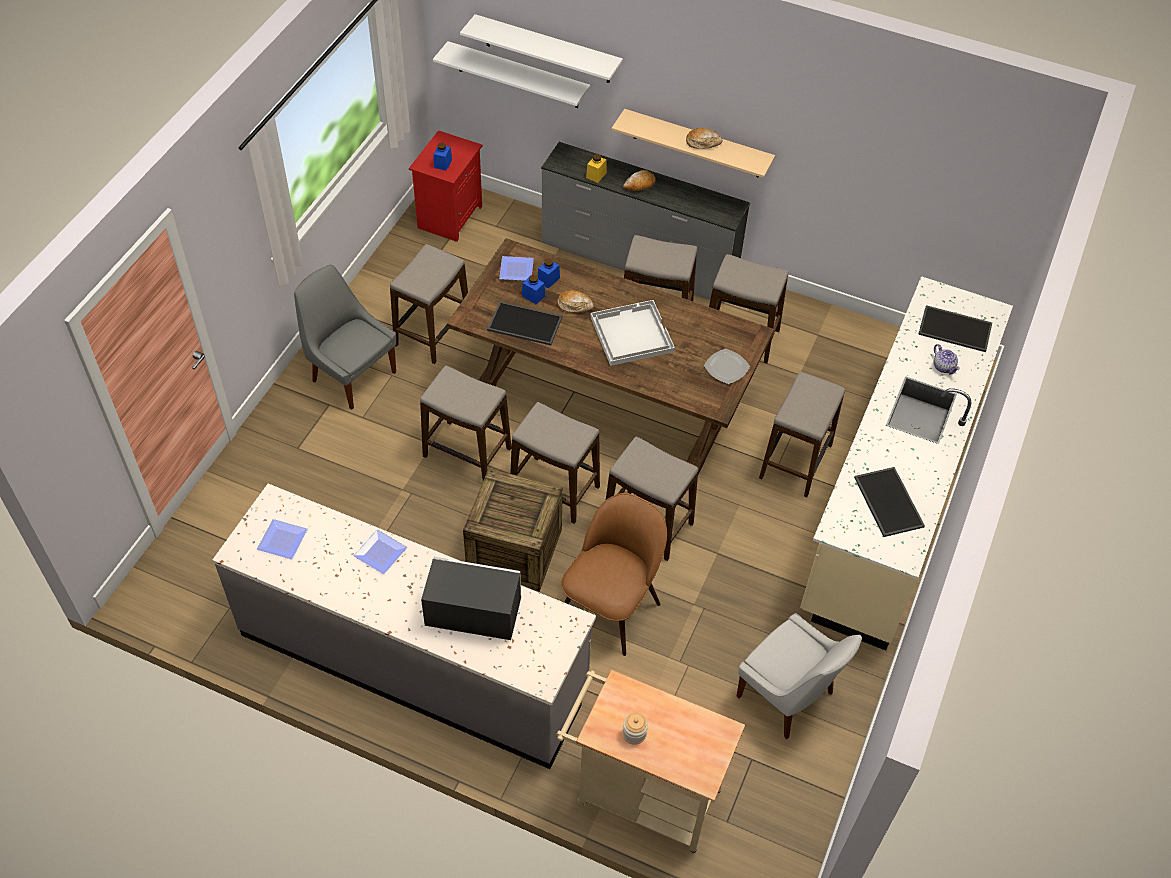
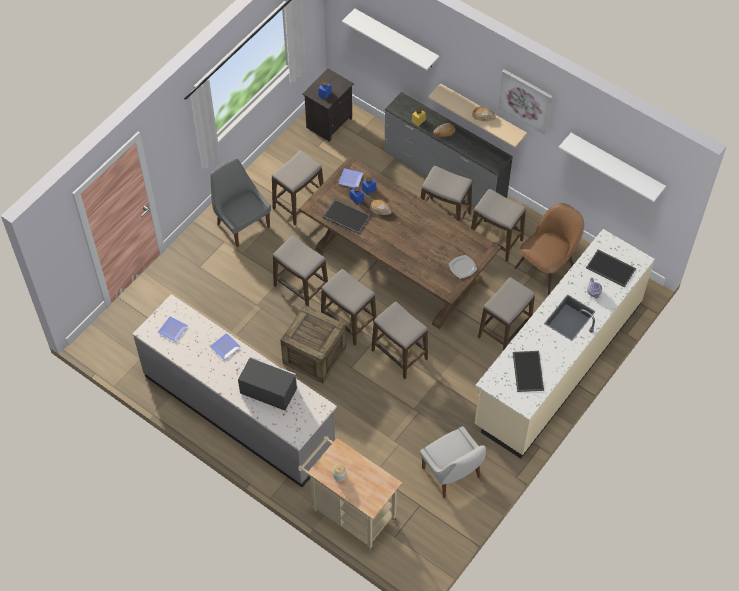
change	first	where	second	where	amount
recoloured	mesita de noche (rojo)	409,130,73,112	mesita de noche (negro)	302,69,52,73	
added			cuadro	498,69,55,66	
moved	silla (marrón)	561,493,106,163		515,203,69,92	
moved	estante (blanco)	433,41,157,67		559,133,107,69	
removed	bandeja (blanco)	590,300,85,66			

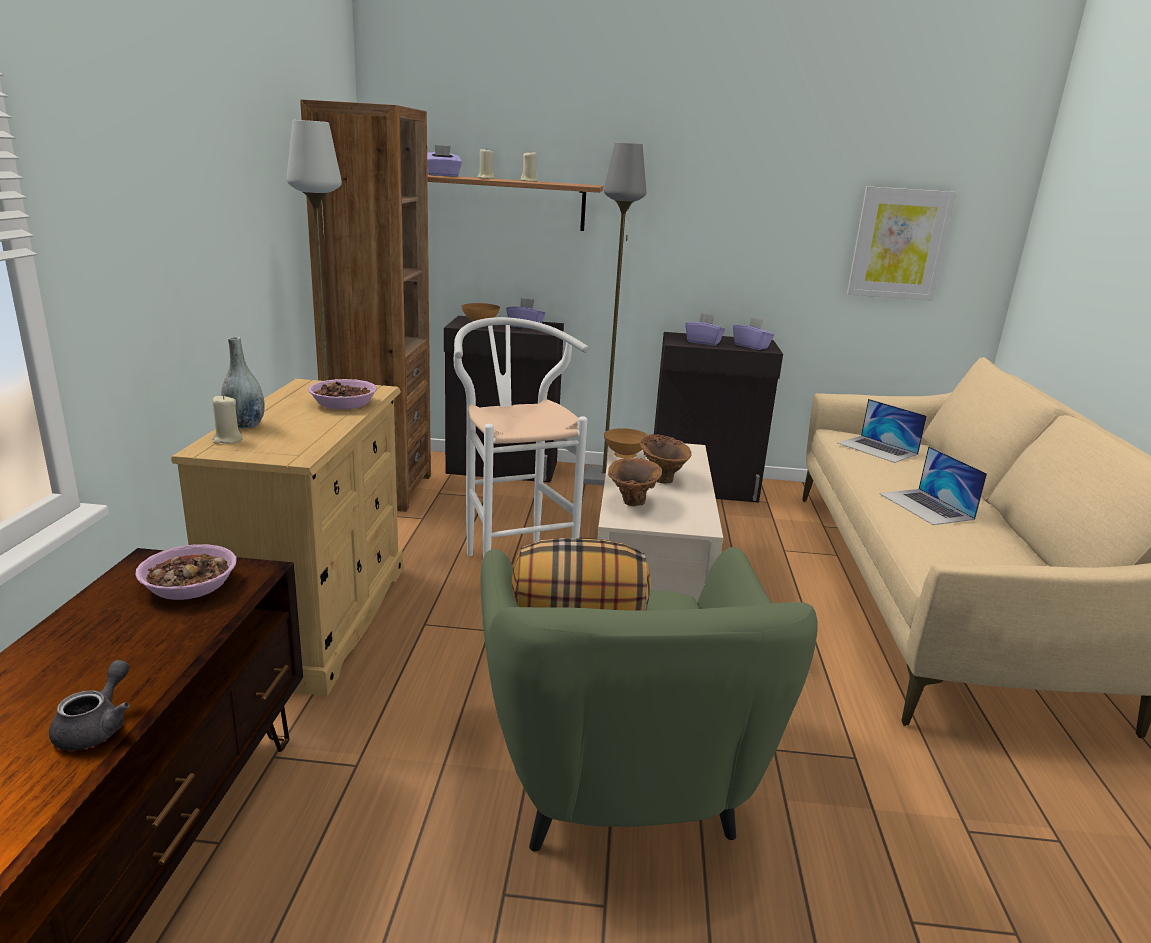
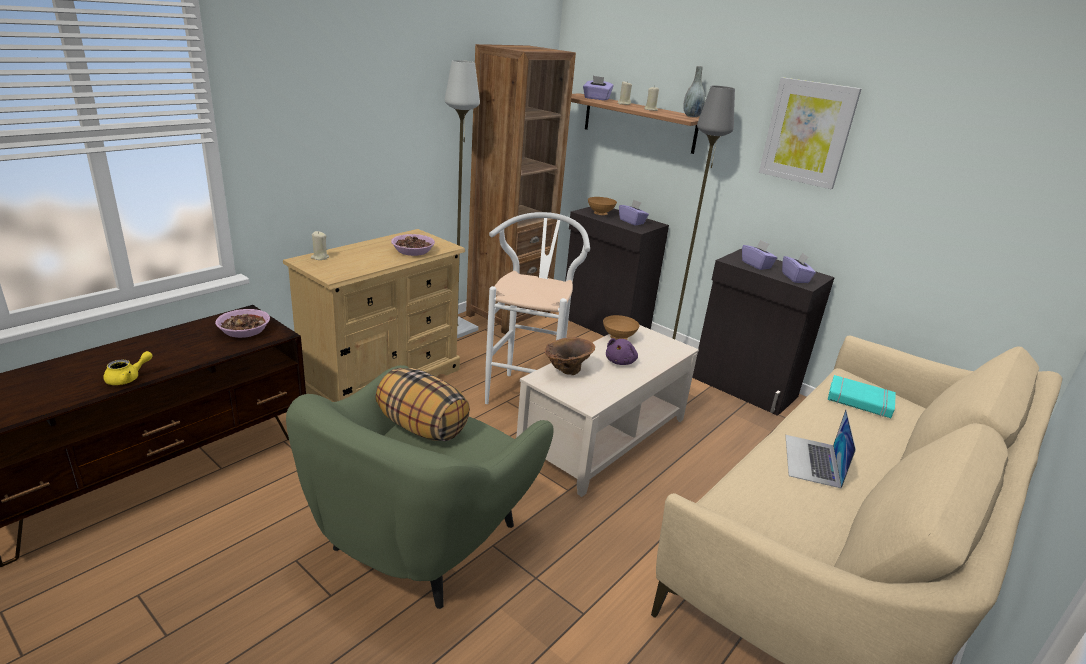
change	first	where	second	where	amount
recoloured	tetera (gris)	49,660,81,90	tetera (amarillo)	104,351,49,34	
replaced	florero (marrón)	640,434,52,50	peluche (morado)	606,338,32,27	
moved	florero (gris)	221,337,44,92		683,66,22,51	
moved	cuadro	847,186,110,115		759,77,102,112	
replaced	portátil	838,399,89,64	libro (turquesa)	828,375,68,43	

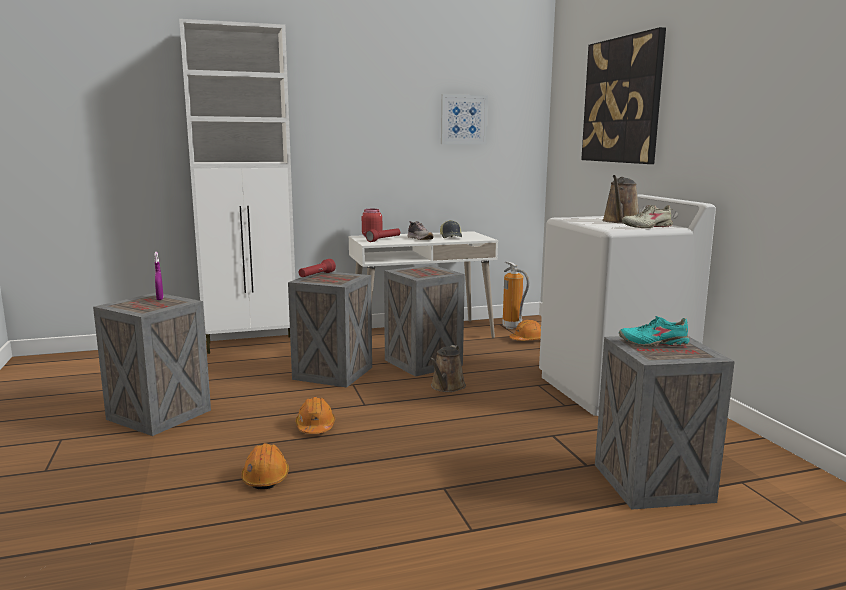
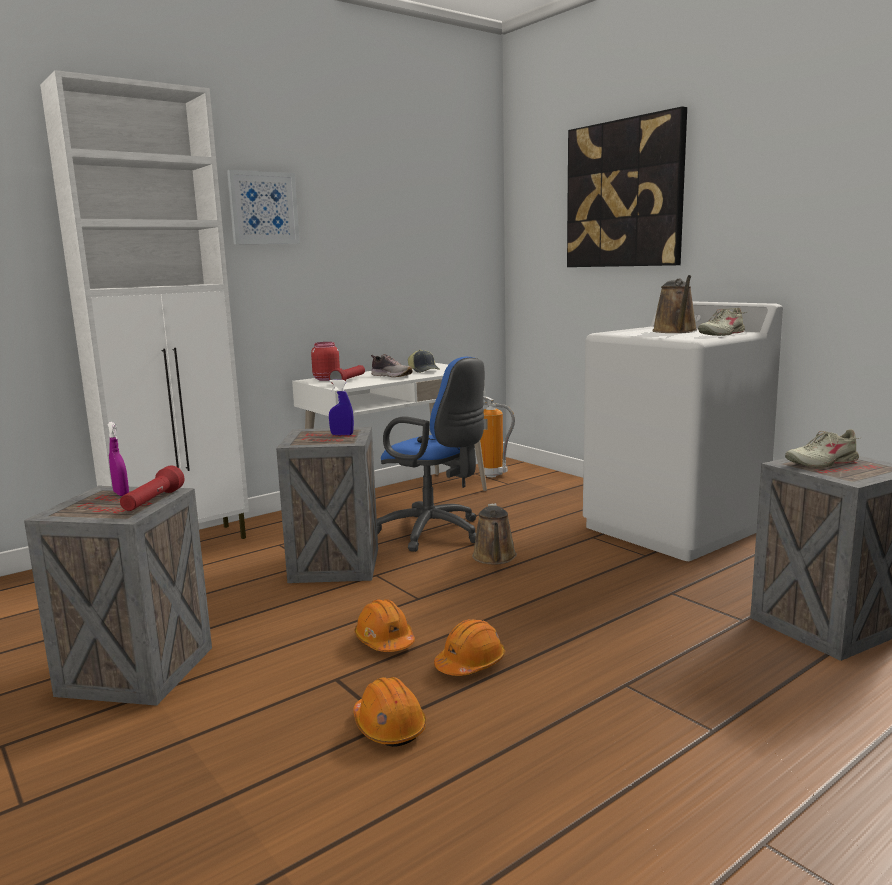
change	first	where	second	where	amount
moved	linterna (rojo)	299,259,37,18		120,465,64,46	
moved	cuadro	441,94,47,51		227,170,73,74	
added			pulverizador (azul)	329,380,25,55	
replaced	caja de embalaje	384,265,81,112	silla de oficina (azul)	377,357,108,195	
moved	casco (naranja)	509,320,32,21		434,619,71,57	
recoloured	zapato (turquesa)	619,316,71,31	zapato (beis)	785,429,74,39	

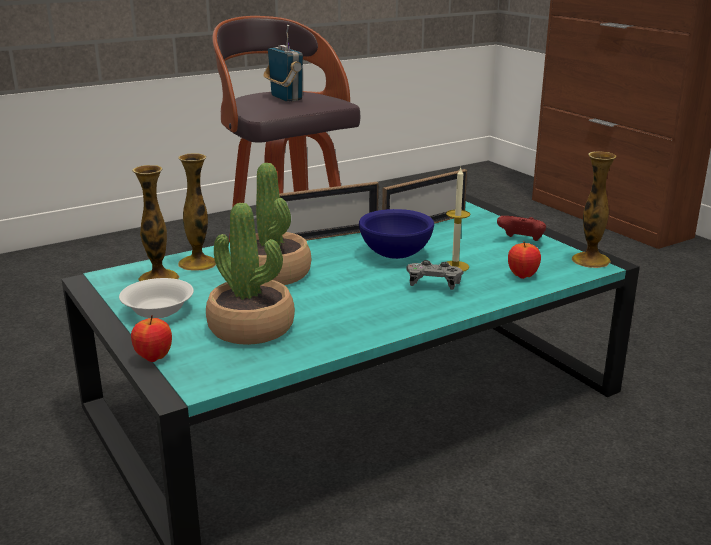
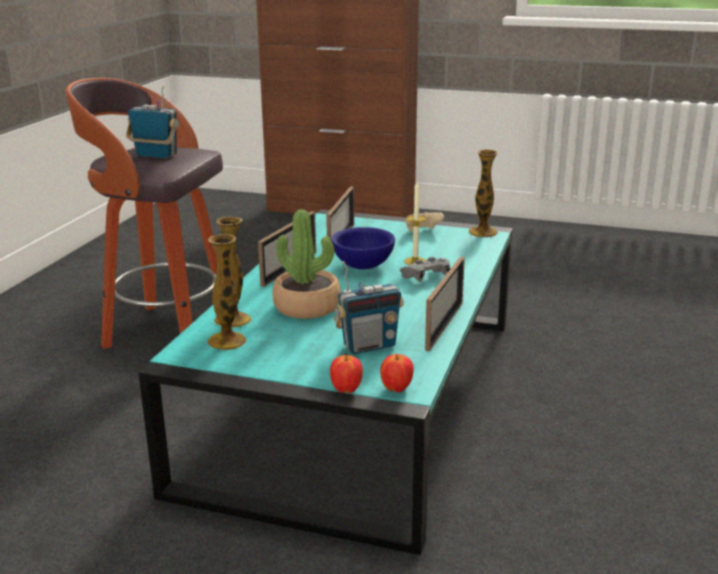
change	first	where	second	where	amount
replaced	planta en maceta	206,203,89,142	radio	334,261,70,93	
moved	manzana	508,242,33,37		380,354,34,39	
recoloured	mando de consola (rojo)	497,216,49,25	mando de consola (beis)	405,212,39,20	
added			portarretratos	425,257,40,94	
removed	cuenco (blanco)	119,278,75,41			

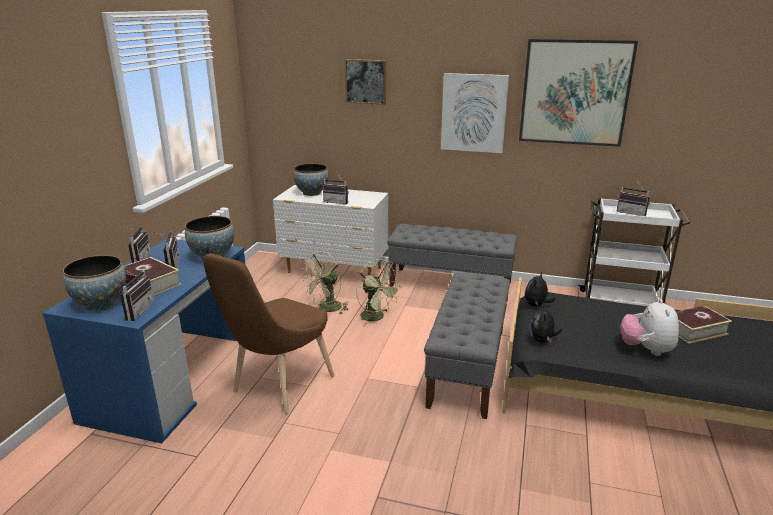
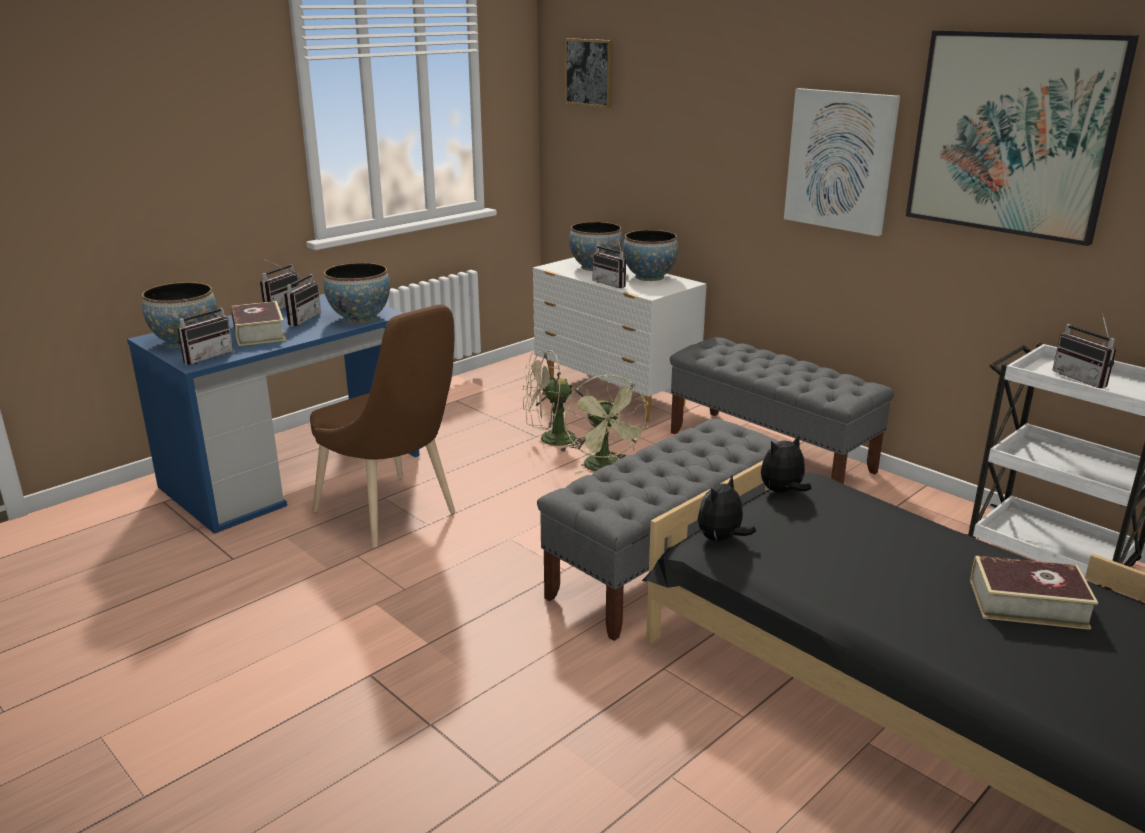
change	first	where	second	where	amount
turned	silla (marrón)	203,253,132,161		310,305,145,243	105 degrees counterclockwise
moved	cuadro	344,59,42,46		565,38,48,70	
added			cuenco	623,230,55,51	
removed	peluche	620,299,59,57			

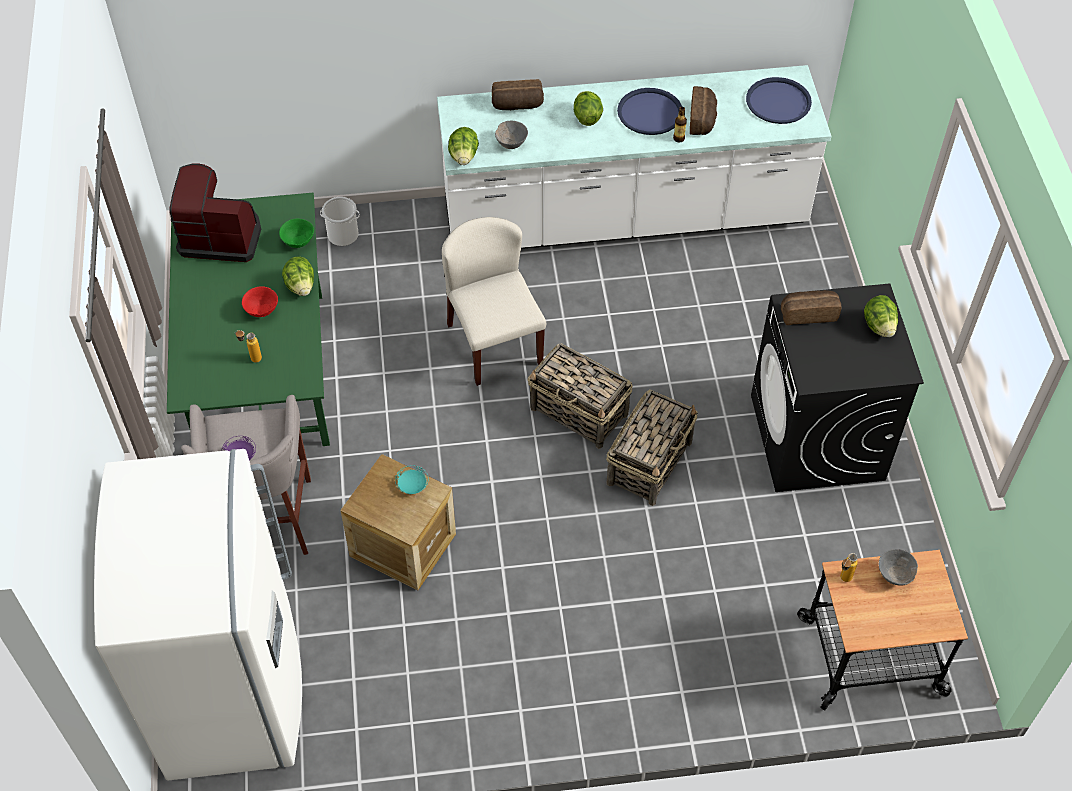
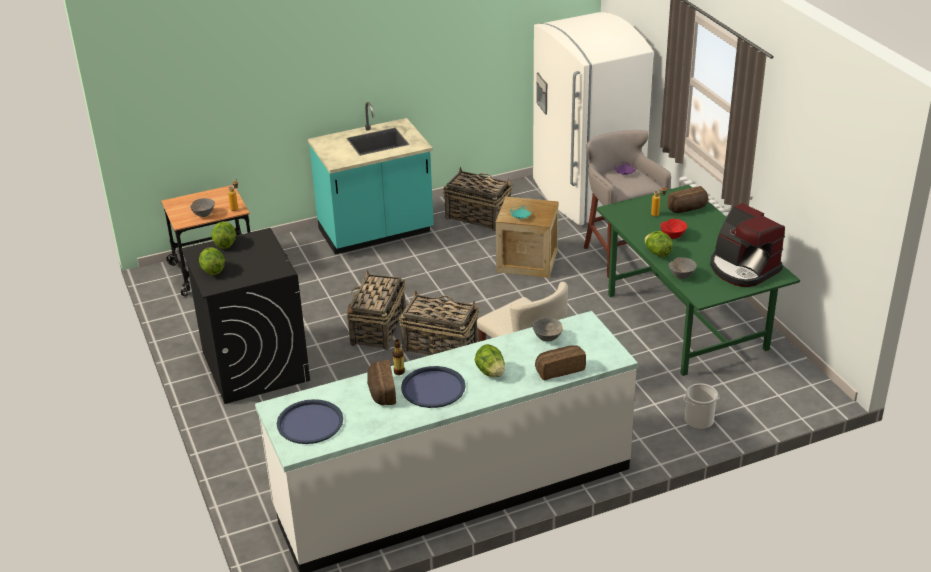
change	first	where	second	where	amount
moved	lechuga	448,127,31,38		211,222,25,27	
added			mueble bajo de cocina (turquesa)	308,102,126,152	
added			cesta	443,167,69,64	
moved	pan	781,290,61,35		667,186,41,27	
recoloured	cuenco (verde)	279,219,35,29	cuenco (gris)	669,257,28,22	
turned	cafetera	169,163,92,99		710,203,75,84	60 degrees clockwise

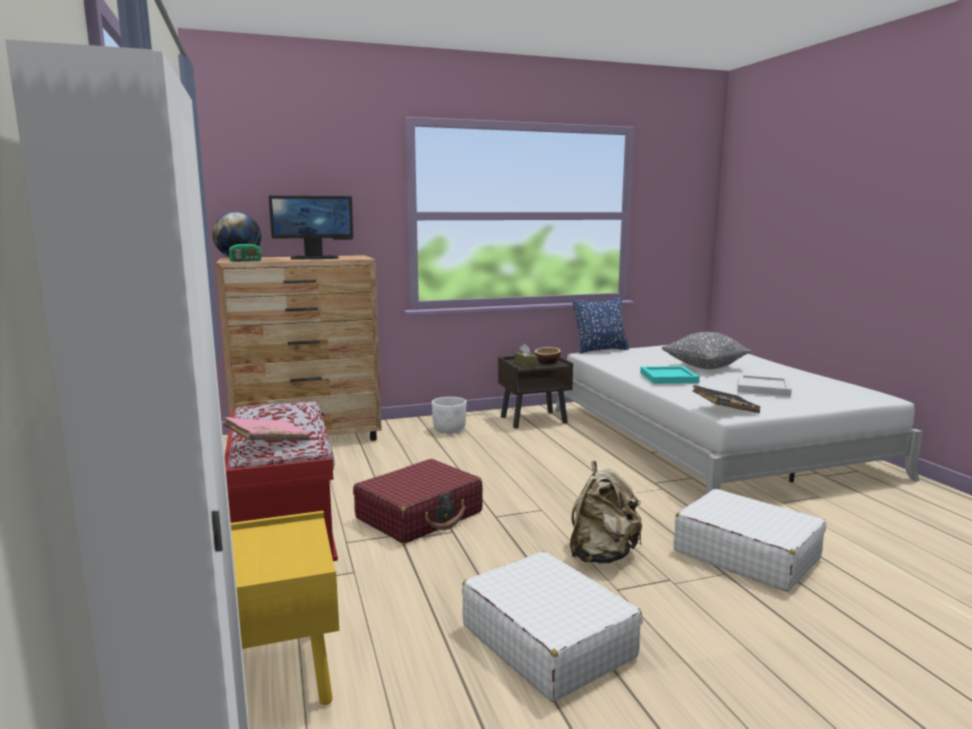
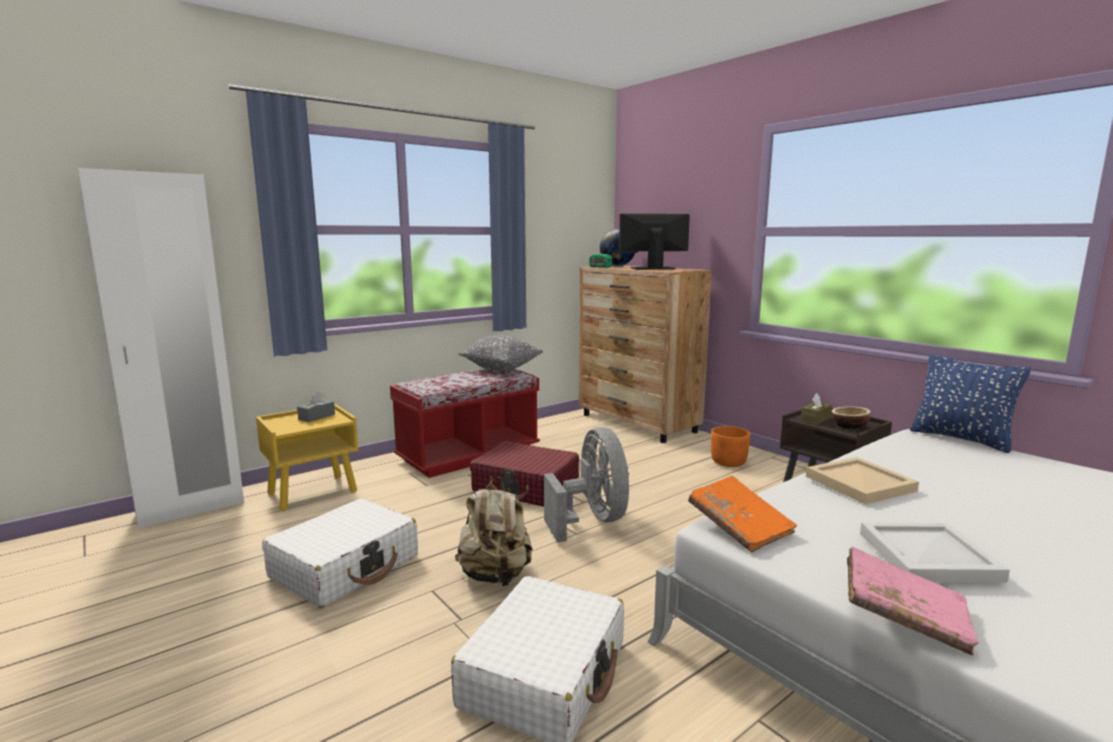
change	first	where	second	where	amount
added			caja de pañuelos (gris)	297,391,38,31	
moved	cojín (gris)	662,332,90,37		458,335,85,37	
added			ventilador (gris)	544,427,85,115	
turned	monitor	269,196,84,64		619,214,71,56	120 degrees clockwise
recoloured	libro (negro)	693,385,68,28	libro (naranja)	688,476,109,77	
recoloured	maceta (blanco)	432,397,34,37	maceta (naranja)	711,426,39,41	
recoloured	bandeja (turquesa)	640,366,60,18	bandeja (beis)	806,457,113,47	
moved	libro (rosa)	223,417,87,24		847,547,132,109	

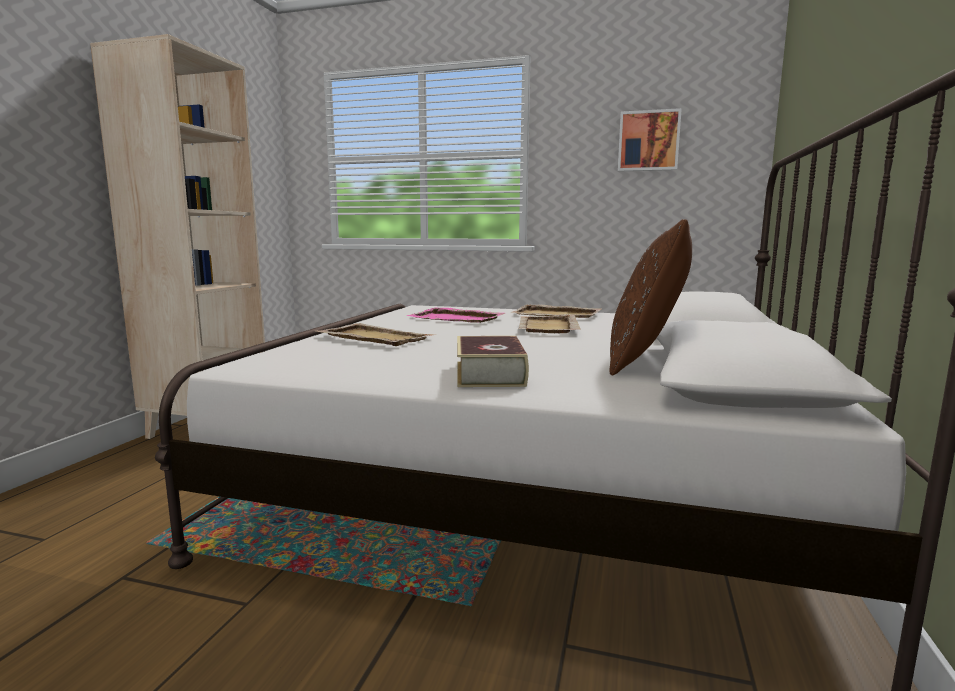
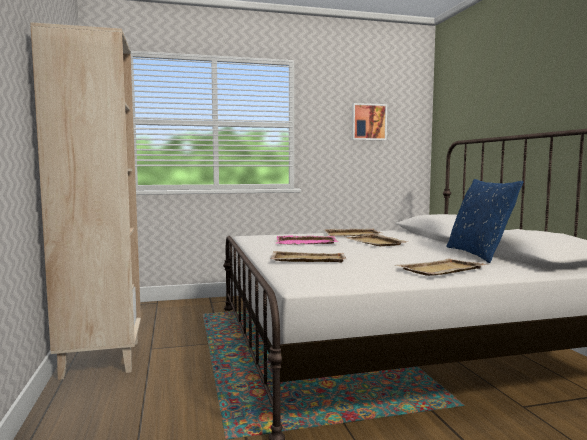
change	first	where	second	where	amount
replaced	libro	457,336,72,51	bandeja (beis)	396,258,92,18	
recoloured	cojín (marrón)	610,219,82,156	cojín (azul)	447,179,76,84	

